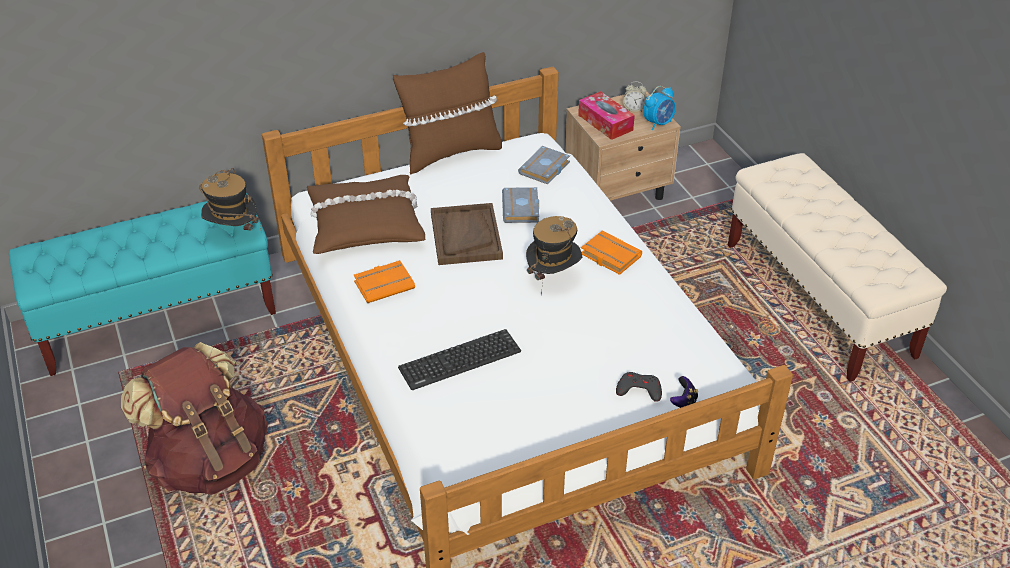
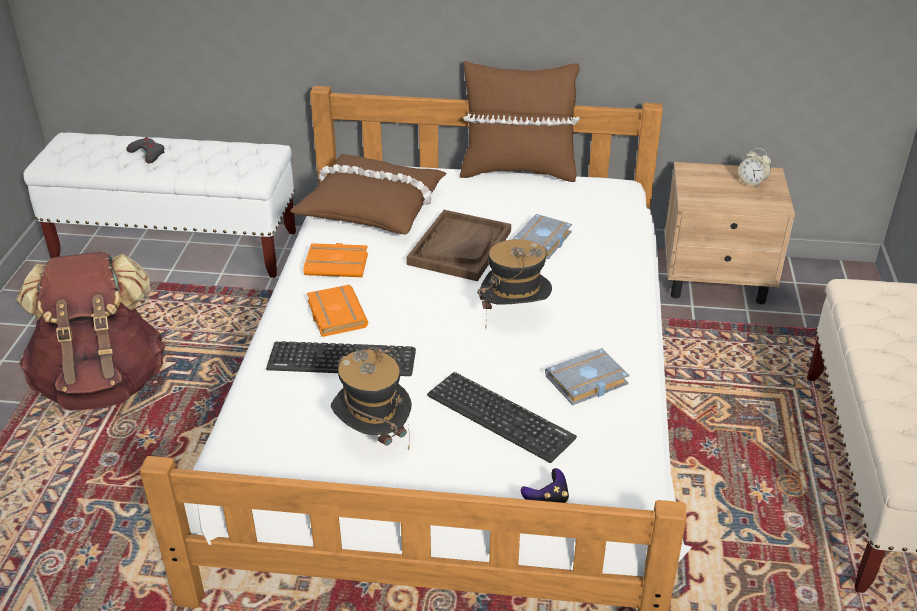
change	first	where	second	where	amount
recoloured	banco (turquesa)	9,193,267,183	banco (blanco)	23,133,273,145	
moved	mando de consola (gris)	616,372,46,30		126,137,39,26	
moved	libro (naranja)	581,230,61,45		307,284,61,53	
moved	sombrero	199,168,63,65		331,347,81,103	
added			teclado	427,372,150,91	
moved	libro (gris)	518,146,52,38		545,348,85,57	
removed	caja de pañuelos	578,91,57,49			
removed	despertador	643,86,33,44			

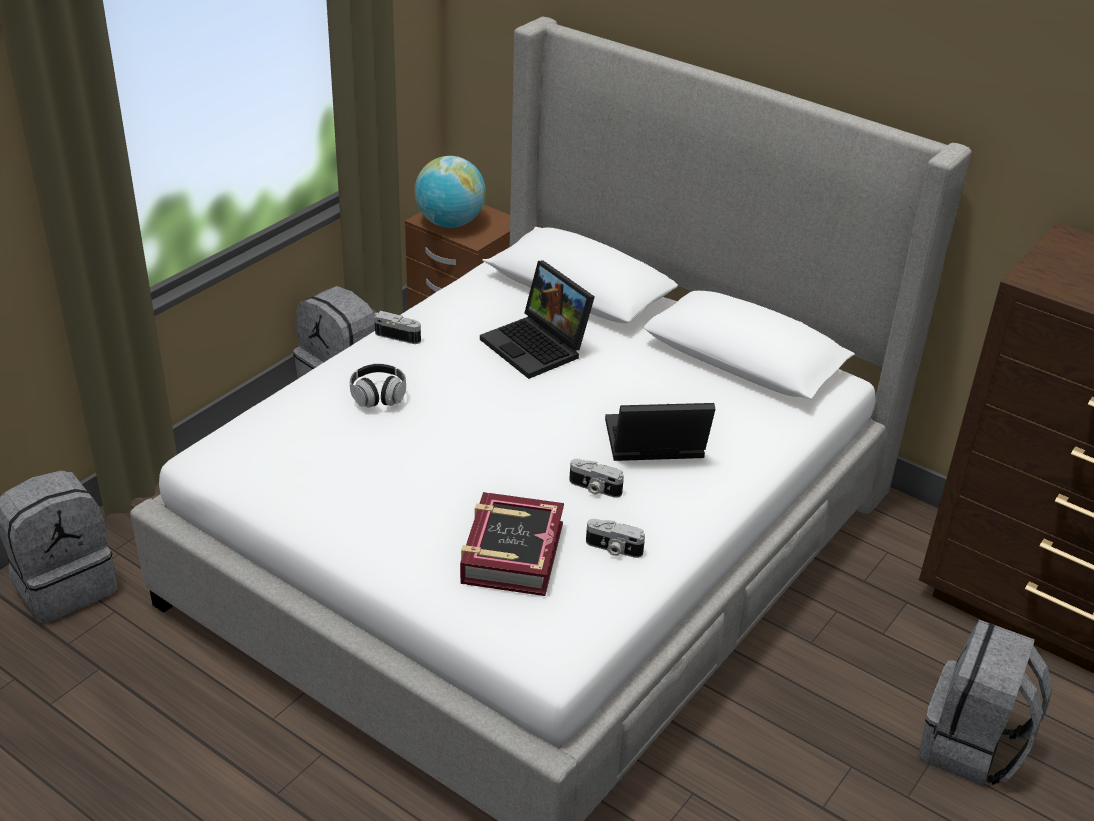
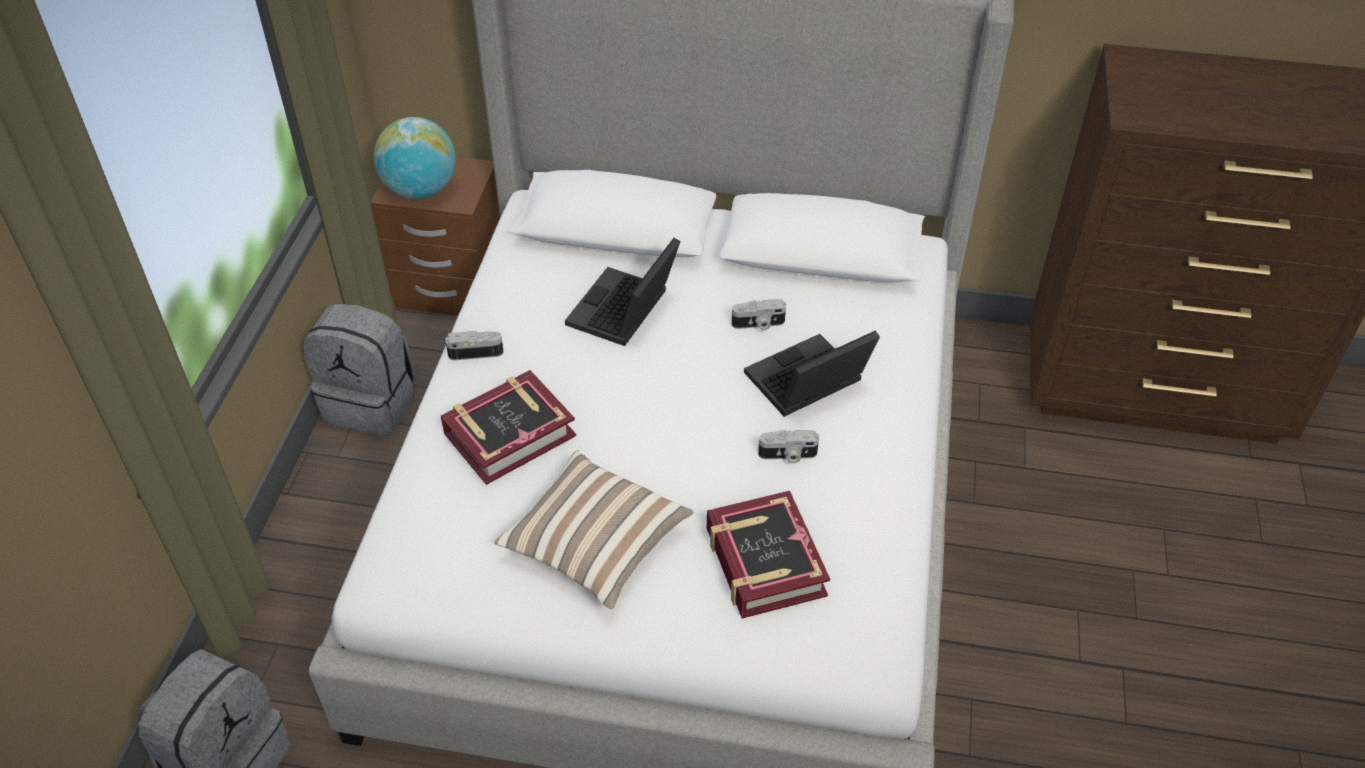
change	first	where	second	where	amount
replaced	auriculares	350,364,56,44	libro	441,370,135,115	
added			cojín	494,450,200,159	
turned	portátil	480,260,115,119		565,238,115,108	90 degrees clockwise
moved	cámara	586,519,59,39		732,299,54,31	
removed	mochila (gris)	918,620,135,166			

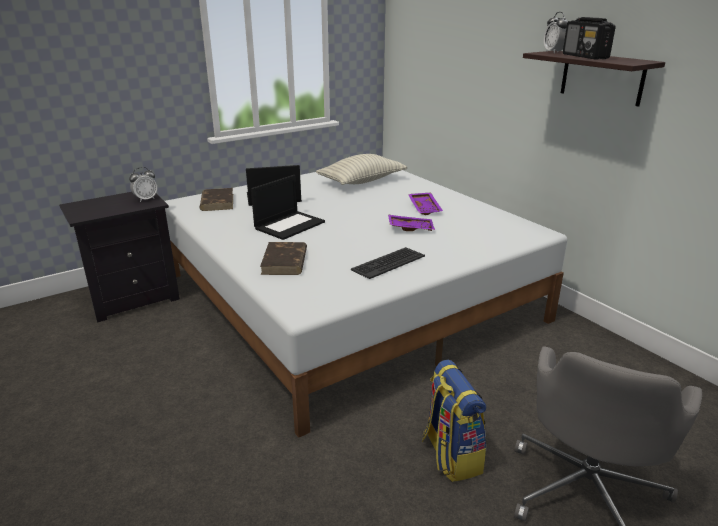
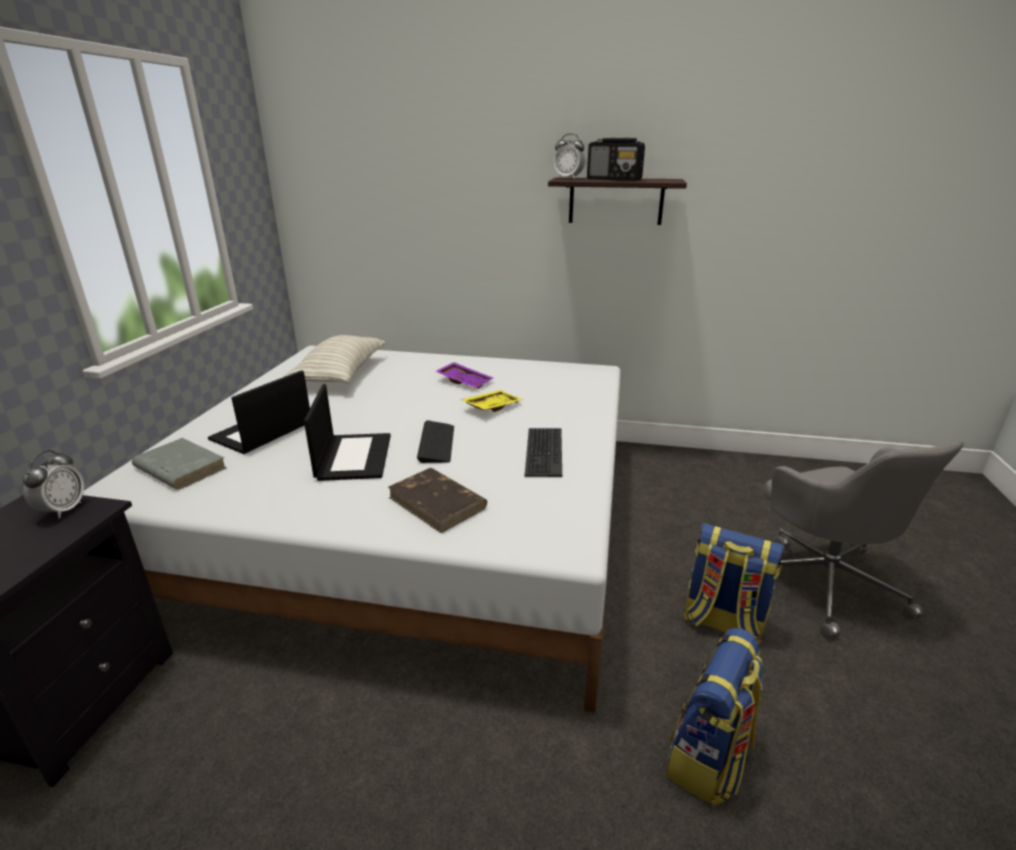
change	first	where	second	where	amount
recoloured	libro (marrón)	200,188,33,23	libro (gris)	132,438,94,52	
added			teclado	417,420,37,43	
recoloured	bandeja (morado)	388,215,47,16	bandeja (amarillo)	461,390,62,22	
added			mochila	666,628,97,178	

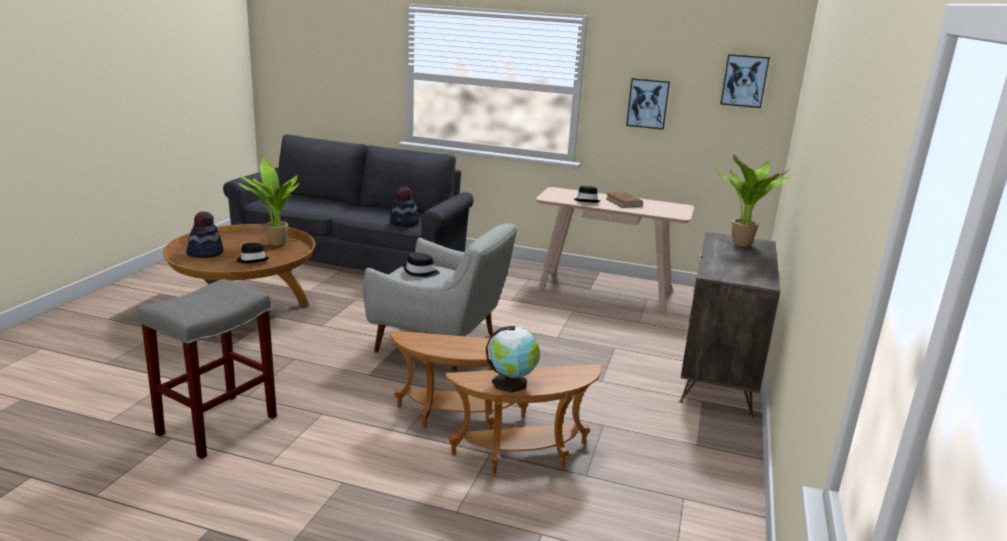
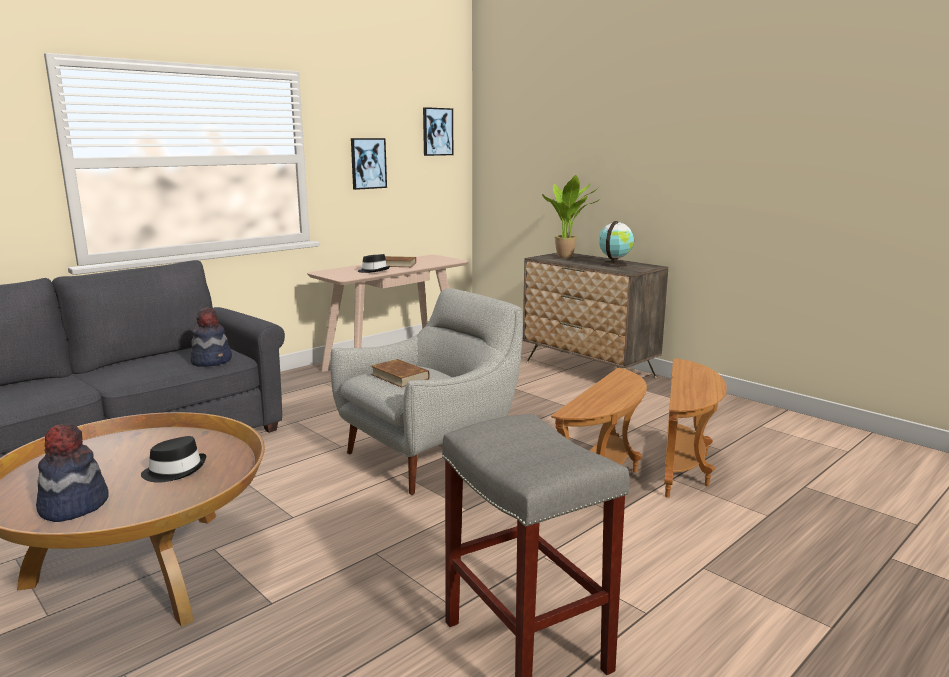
change	first	where	second	where	amount
replaced	sombrero (negro)	403,252,37,25	libro (marrón)	371,359,59,29	
moved	globo terráqueo	486,326,54,67		598,221,36,46	
removed	planta en maceta	239,157,60,89			

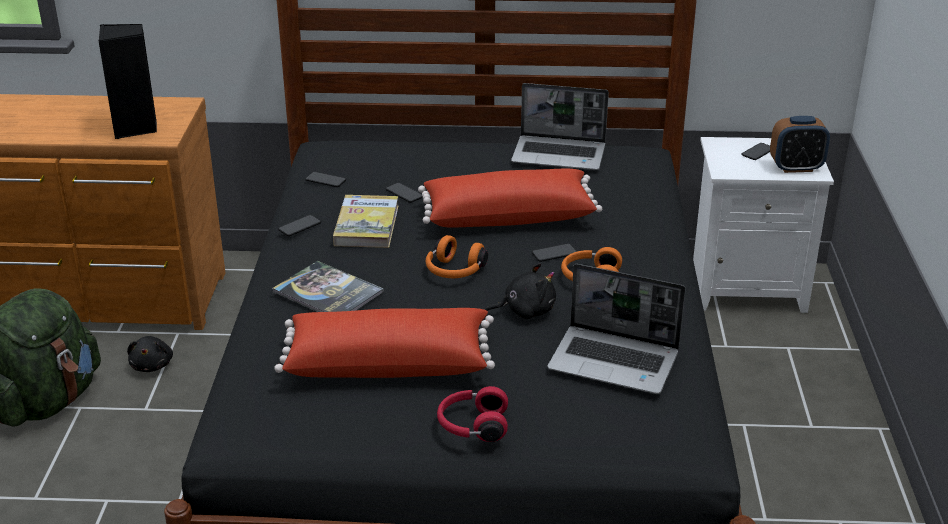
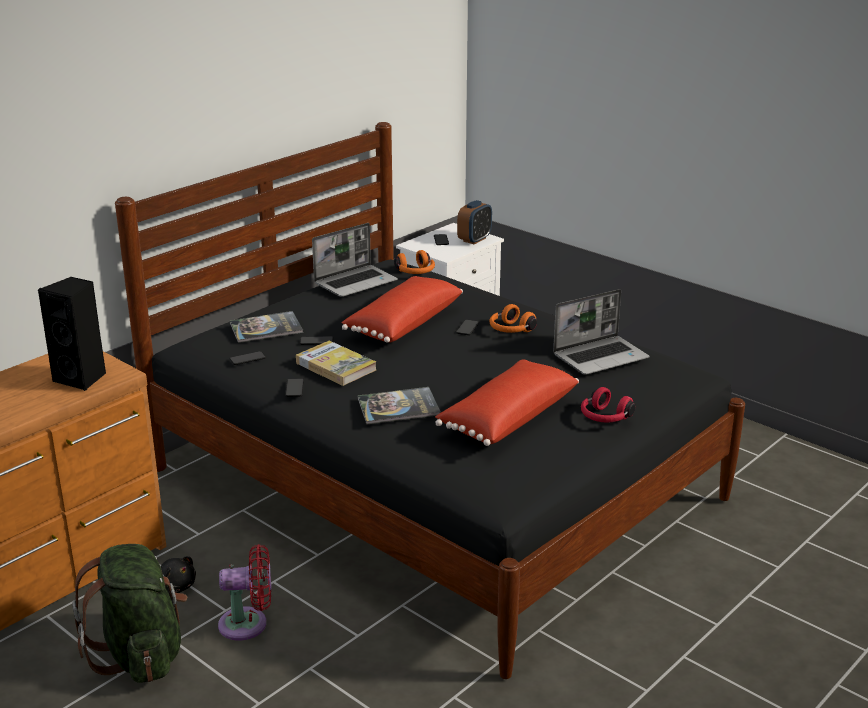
change	first	where	second	where	amount
added			ventilador (rojo)	218,544,53,96	
added			libro	230,311,73,32	
moved	auriculares (naranja)	426,235,62,43		394,250,41,24	
removed	peluche (negro)	485,263,71,56			

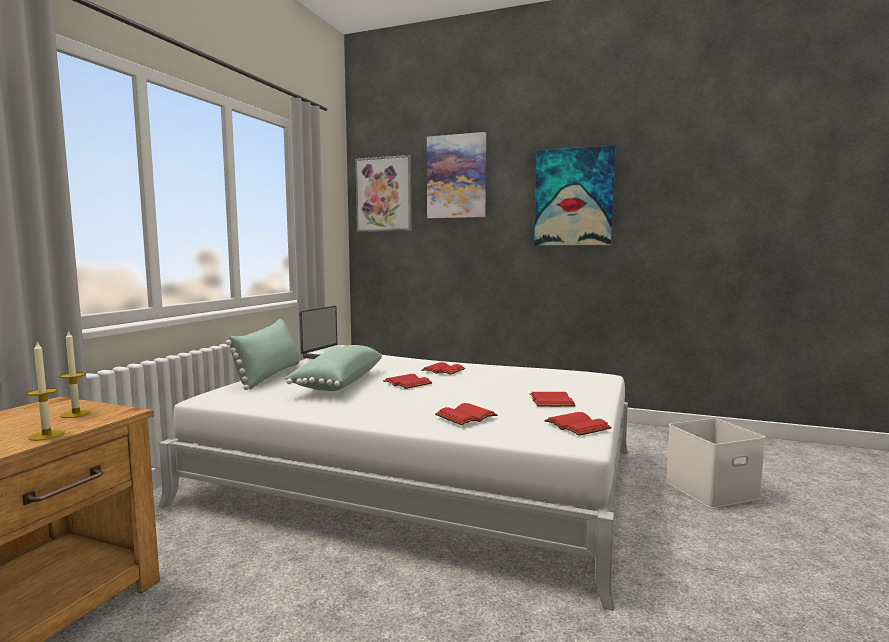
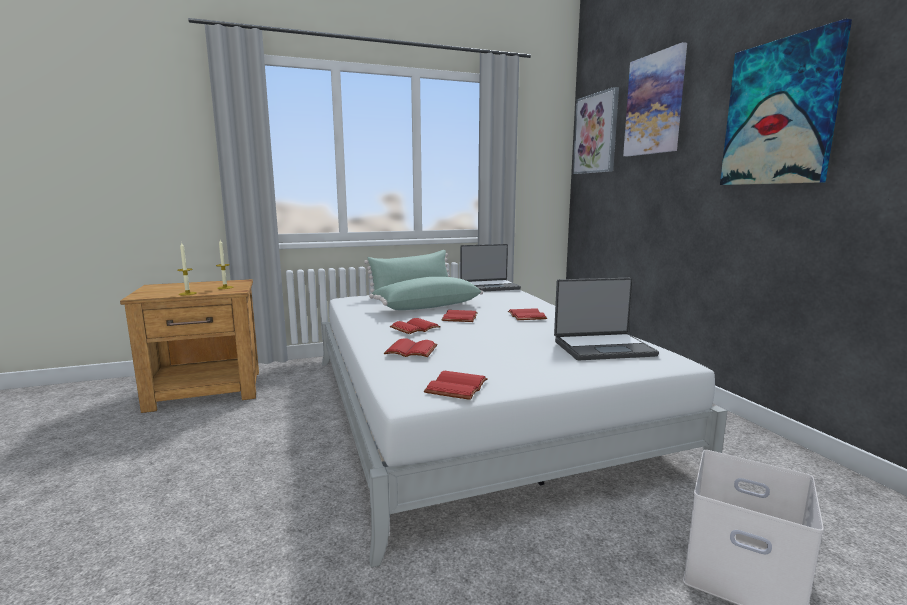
change	first	where	second	where	amount
moved	libro (rojo)	530,392,46,15		390,318,51,16	
added			portátil	554,278,105,82	

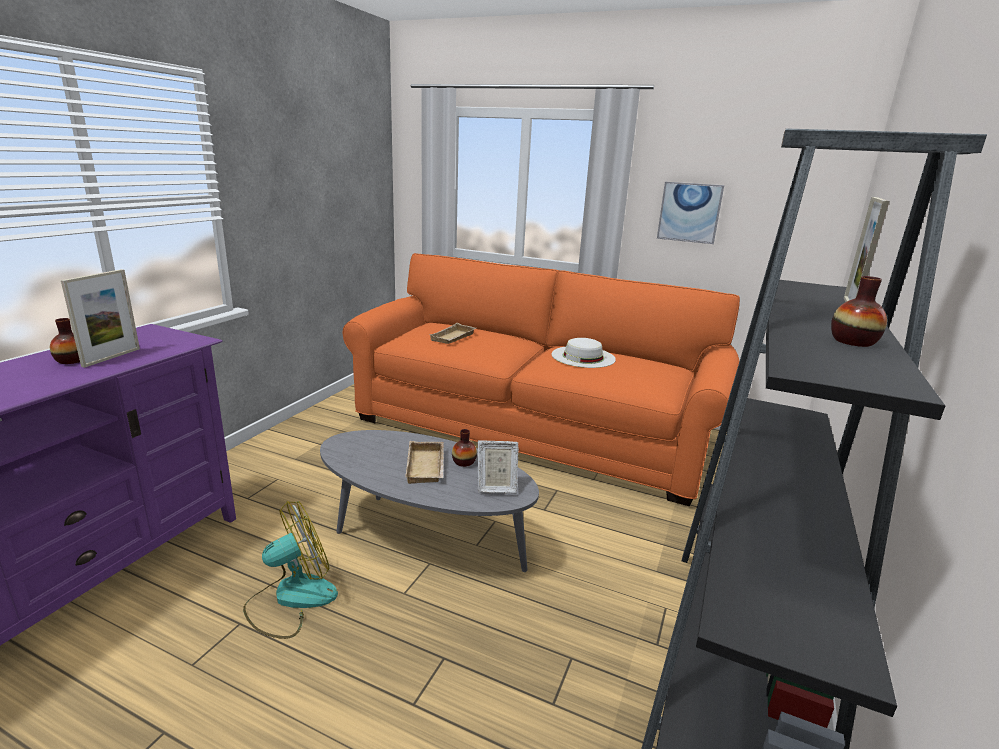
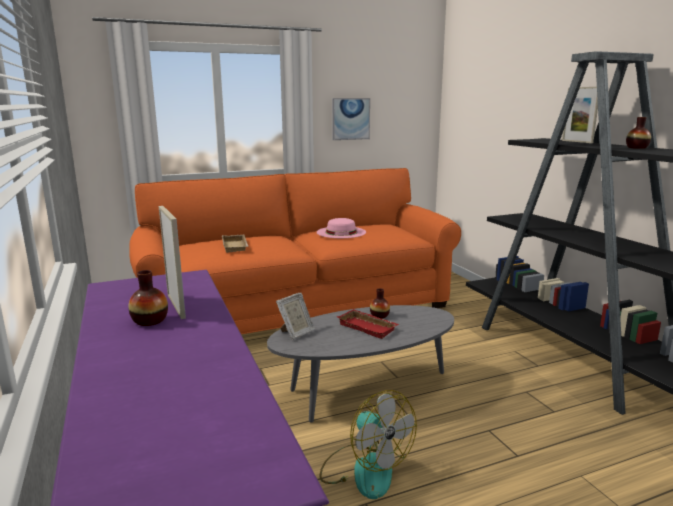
change	first	where	second	where	amount
moved	portarretratos	477,440,42,54		276,293,39,47	
recoloured	sombrero (blanco)	552,338,64,30	sombrero (rosa)	317,218,49,20	
turned	ventilador	243,501,95,138		320,390,97,109	135 degrees clockwise
recoloured	bandeja (beis)	405,441,39,43	bandeja (rojo)	337,309,62,30	

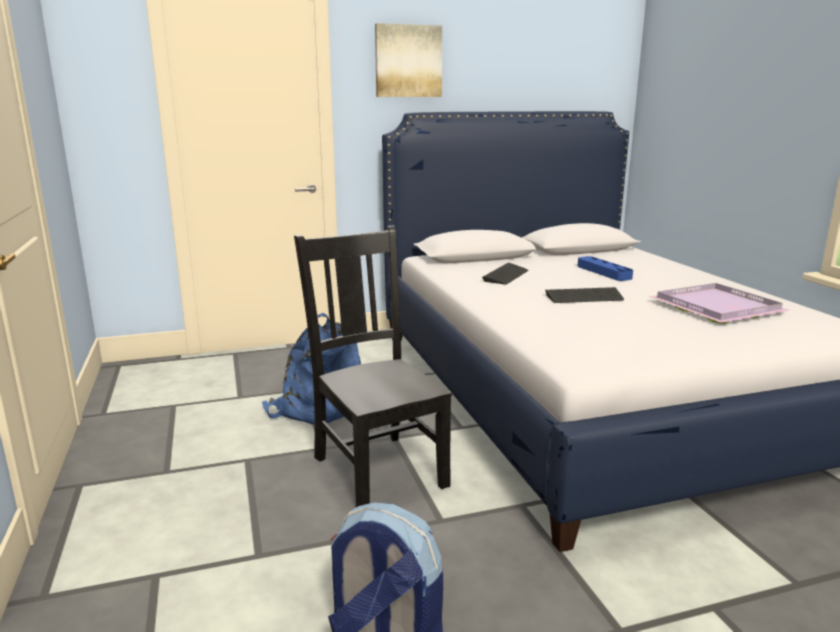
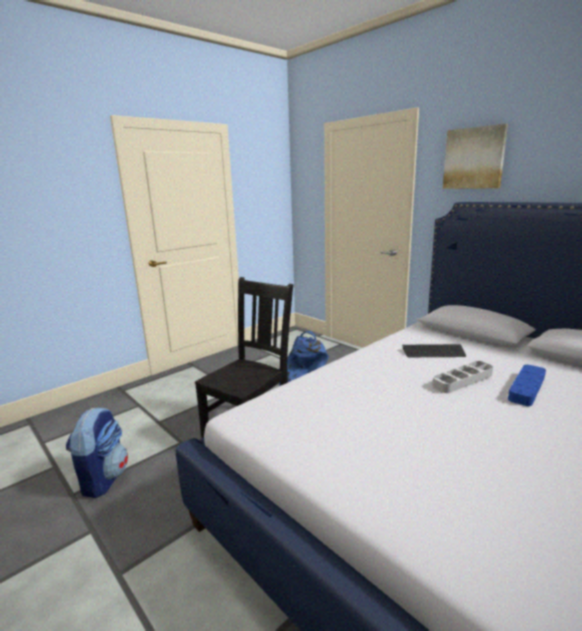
change	first	where	second	where	amount
added			bandeja (gris)	432,361,61,32	
removed	teclado	545,287,79,16			
removed	bandeja (morado)	650,283,139,41			

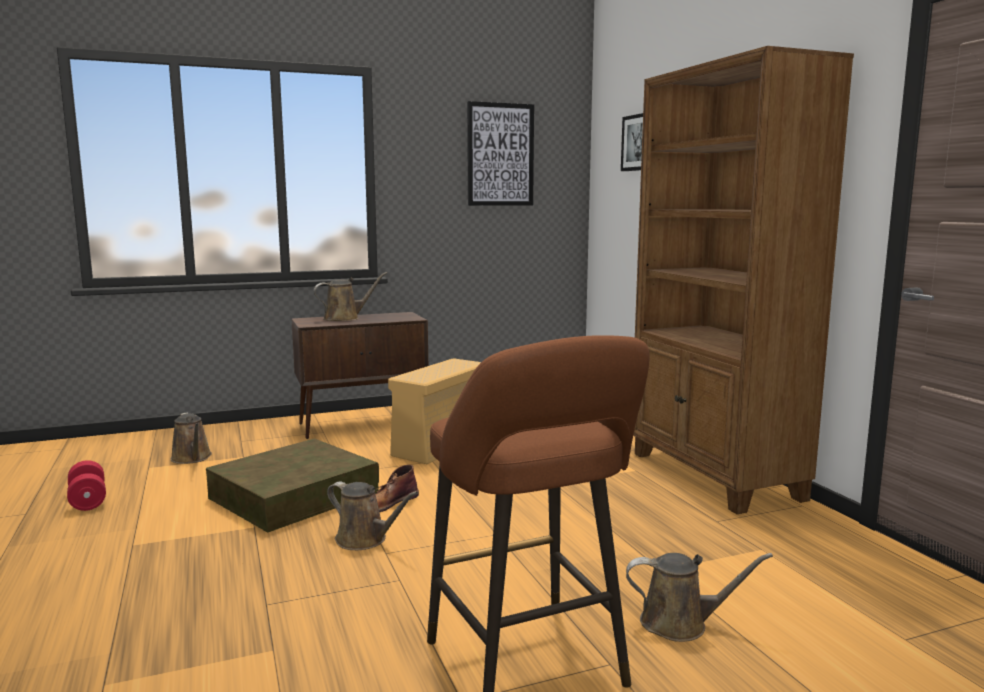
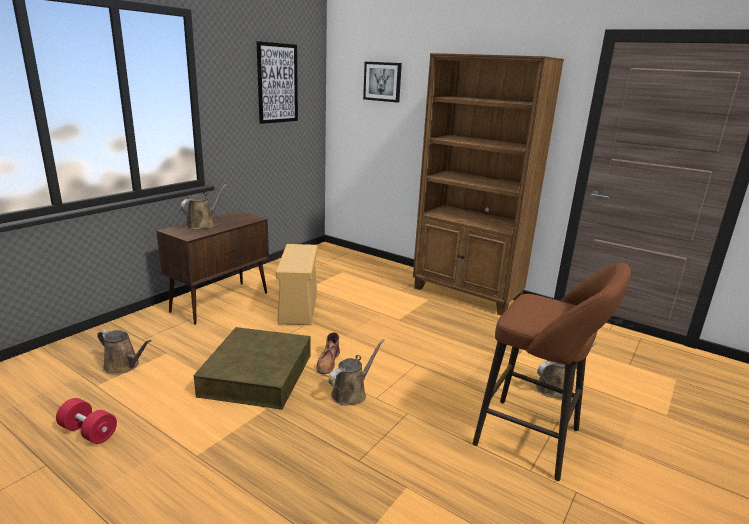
change	first	where	second	where	amount
turned	regadera (marrón)	327,482,91,68		329,339,55,67	45 degrees counterclockwise

